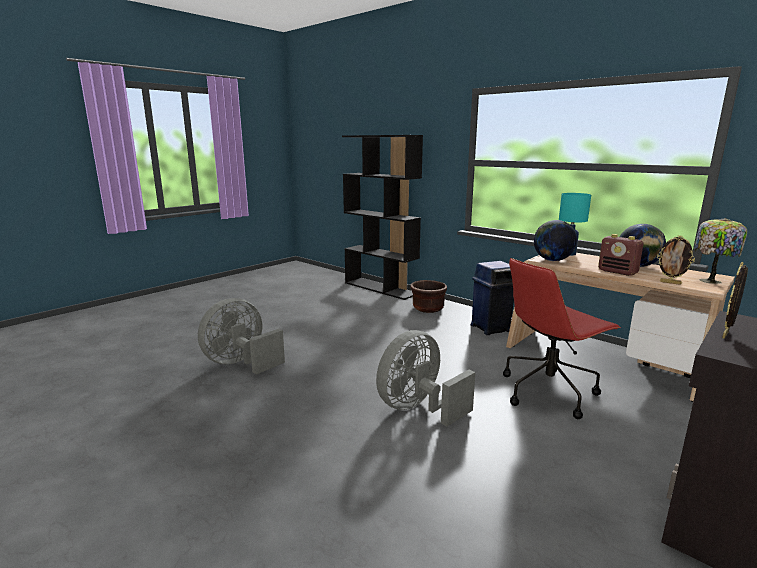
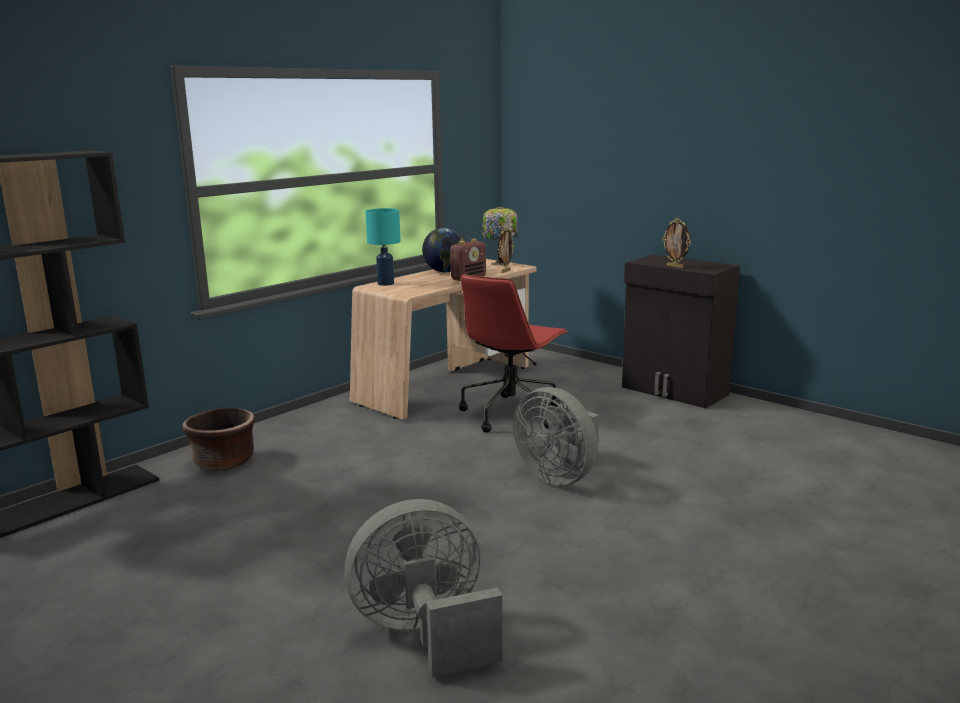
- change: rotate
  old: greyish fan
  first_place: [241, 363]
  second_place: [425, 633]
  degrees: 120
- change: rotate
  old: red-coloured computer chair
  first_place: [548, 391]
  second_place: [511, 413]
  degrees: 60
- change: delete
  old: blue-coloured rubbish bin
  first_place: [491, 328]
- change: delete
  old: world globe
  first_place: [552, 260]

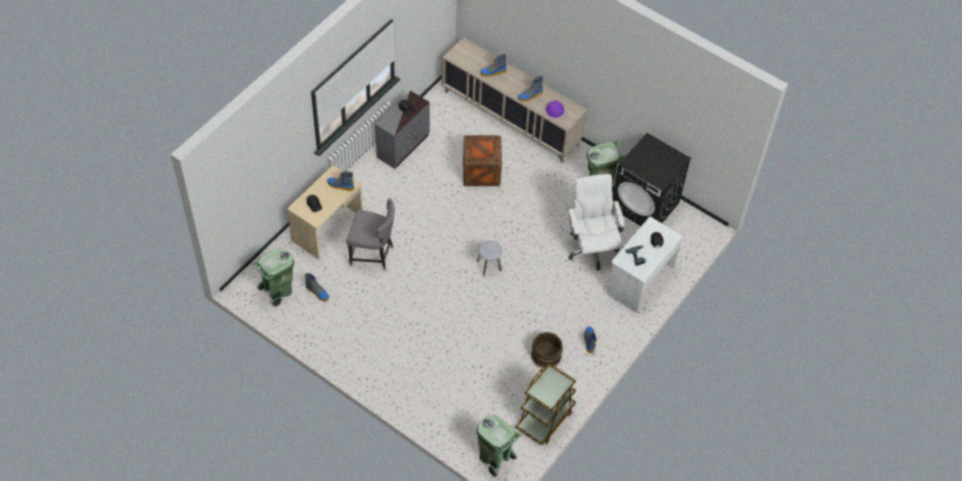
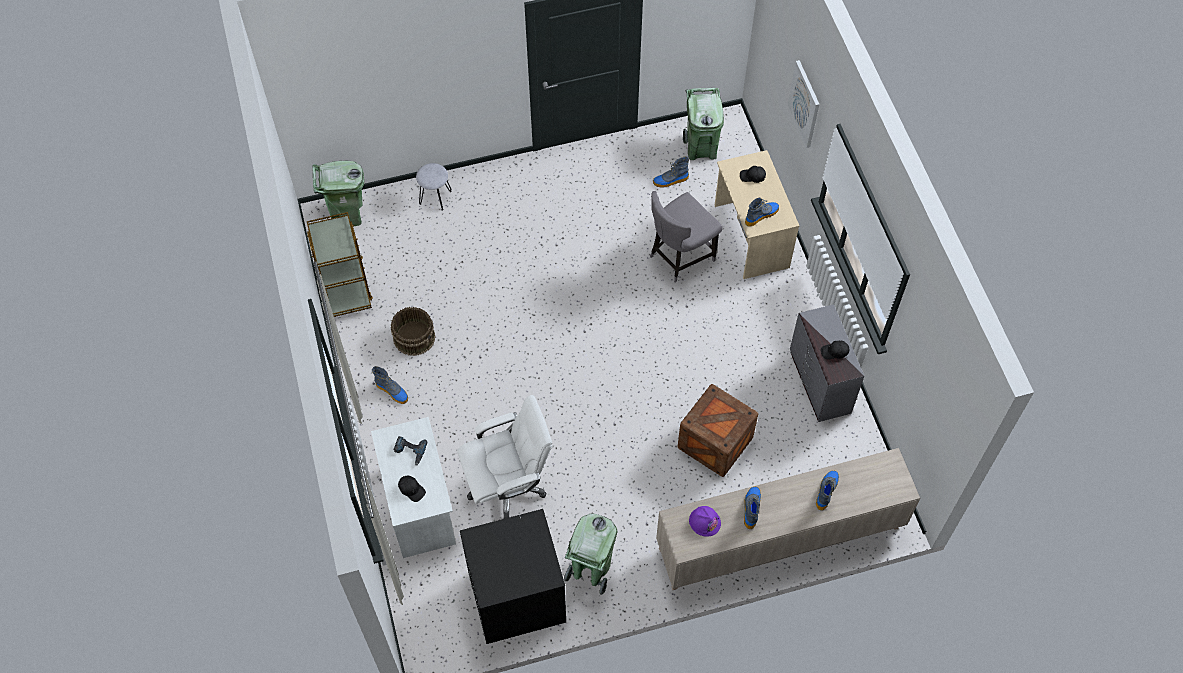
- change: move
  old: greyish stool
  first_place: [489, 265]
  second_place: [435, 197]
- change: rotate
  old: whitish computer chair
  first_place: [591, 247]
  second_place: [507, 485]
  degrees: -45
- change: insert
  new: wall art
  second_place: [805, 104]

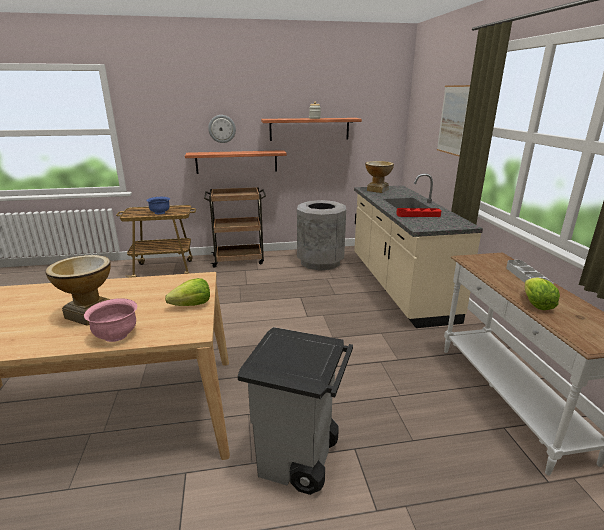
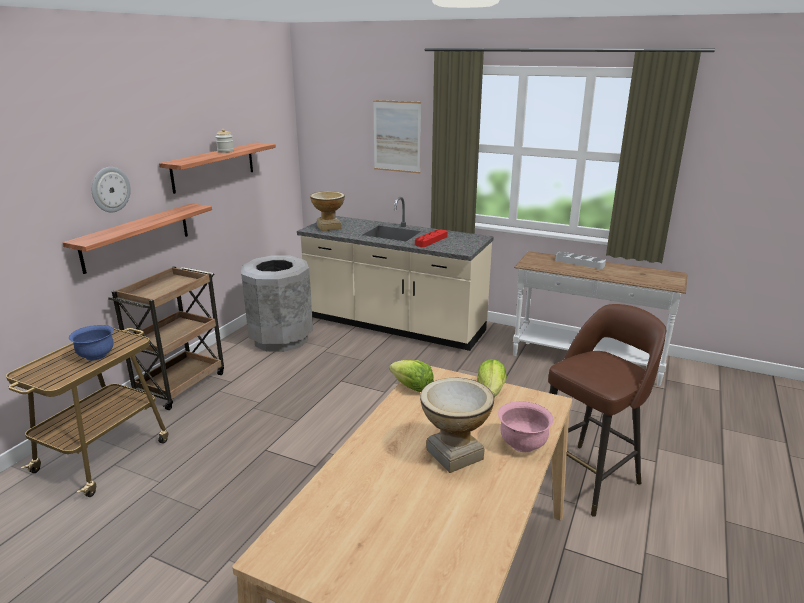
- change: move
  old: lettuce head
  first_place: [536, 304]
  second_place: [411, 387]
- change: replace
  old: greyish rubbish bin
  new: brown stool
  first_place: [298, 460]
  second_place: [588, 477]

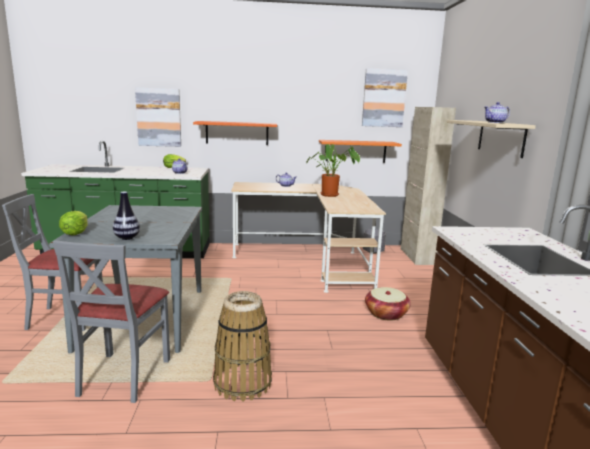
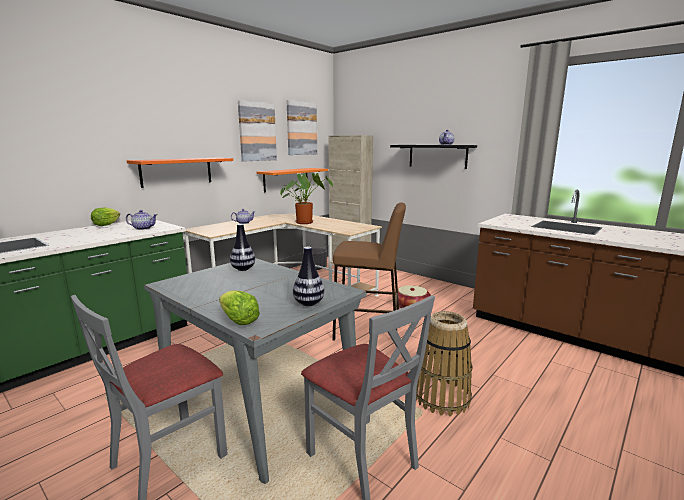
- change: insert
  new: vase
  second_place: [243, 269]
- change: move
  old: wall art
  first_place: [159, 117]
  second_place: [257, 132]
- change: insert
  new: brown stool
  second_place: [368, 330]
- change: recolor
  old: beige-coloured wall shelf
  new: black-coloured wall shelf
  first_place: [501, 138]
  second_place: [437, 156]

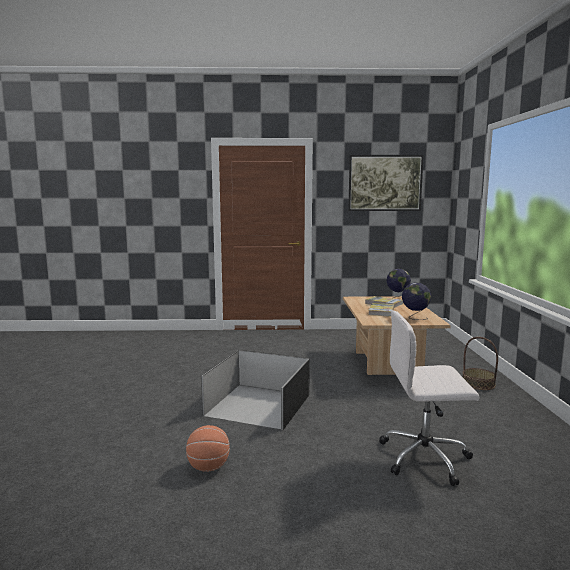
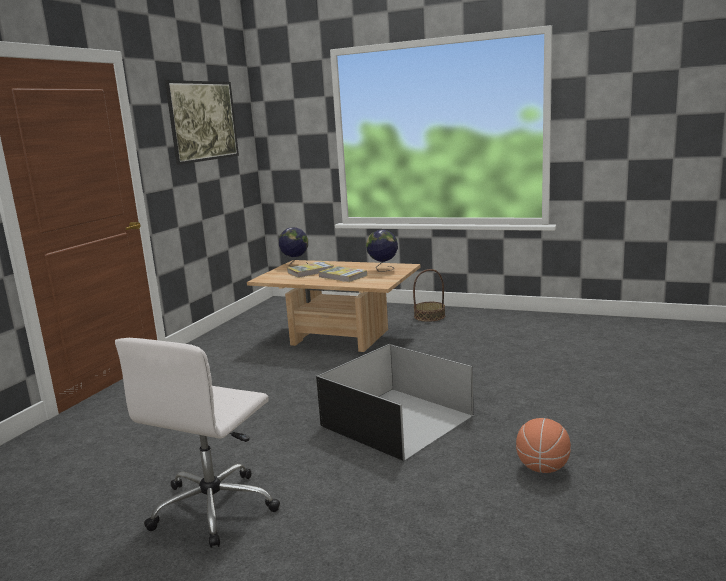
- change: move
  old: whitish computer chair
  first_place: [426, 458]
  second_place: [215, 507]

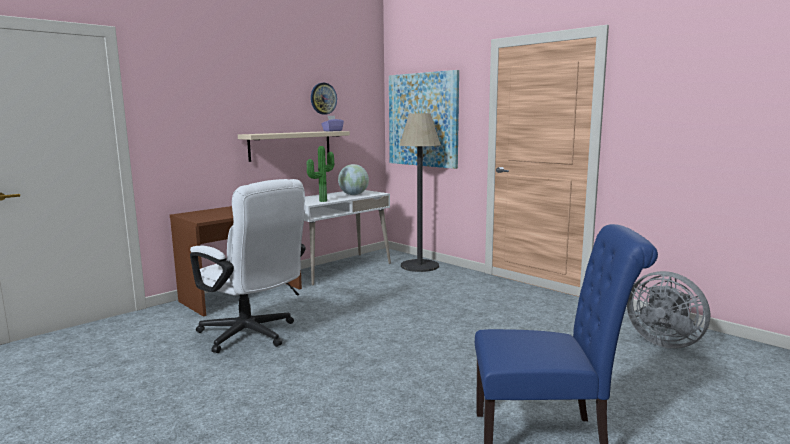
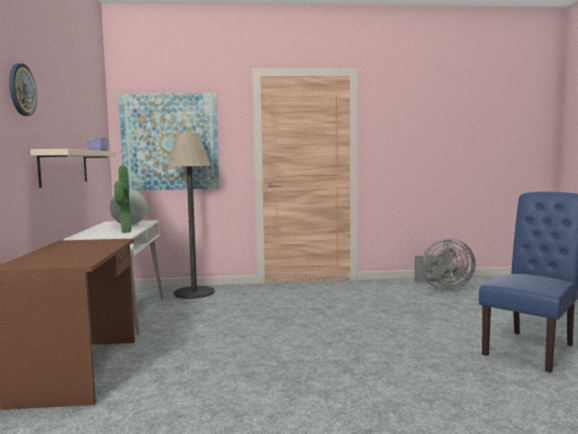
- change: move
  old: hanging clock
  first_place: [323, 98]
  second_place: [21, 90]
- change: delete
  old: whitish computer chair
  first_place: [253, 336]

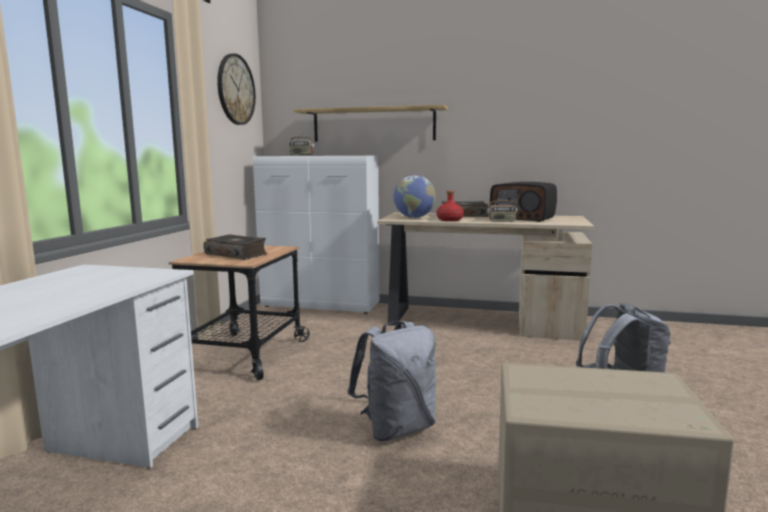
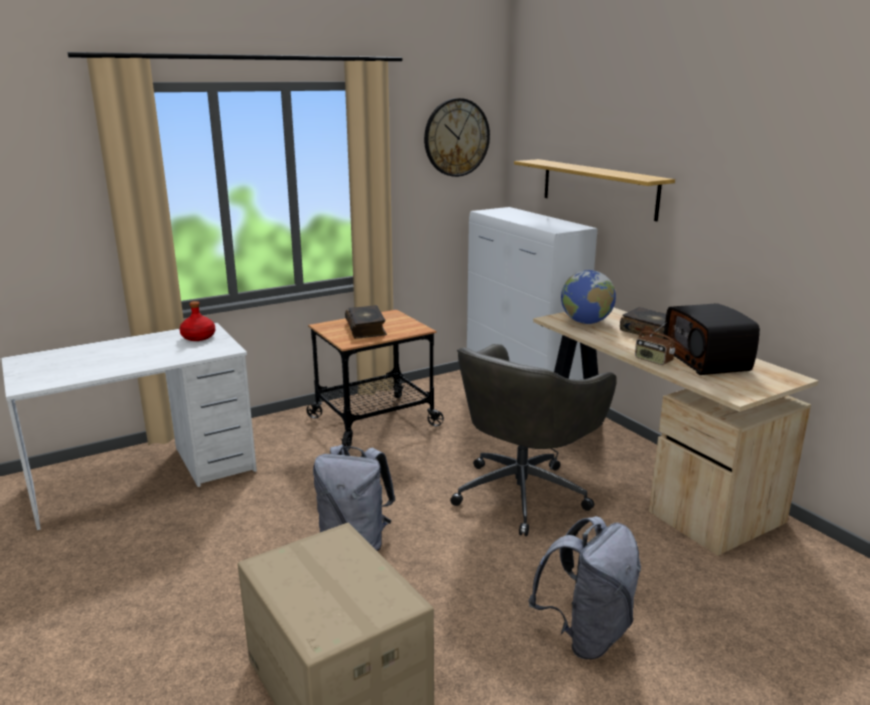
- change: move
  old: red-coloured drink bottle
  first_place: [450, 220]
  second_place: [198, 337]
- change: insert
  new: greyish computer chair
  second_place: [523, 493]
- change: delete
  old: radio set
  first_place: [301, 155]

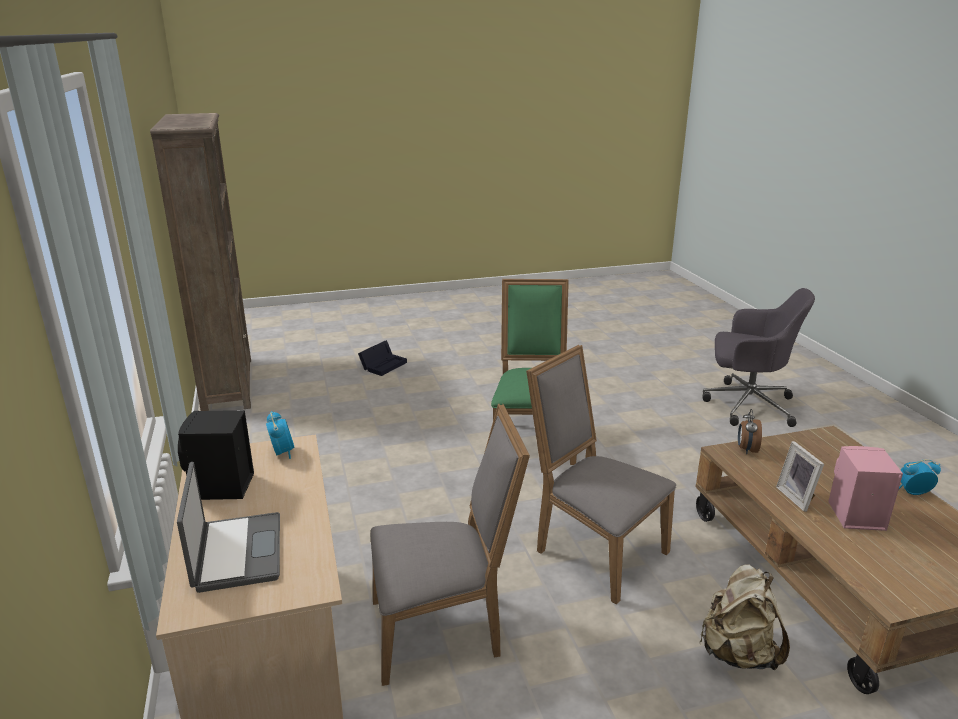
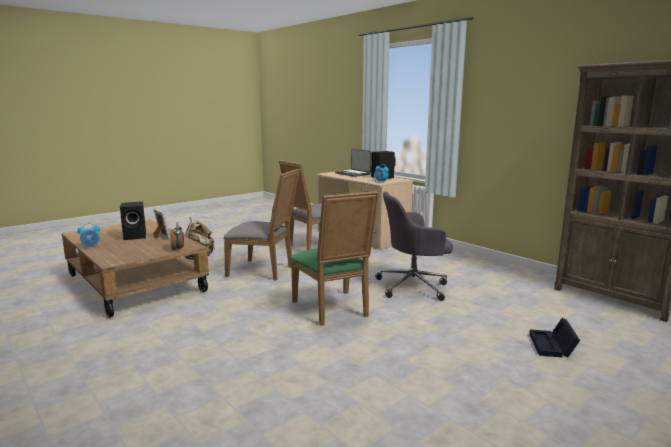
- change: recolor
  old: pink audio speaker
  new: black-coloured audio speaker
  first_place: [854, 515]
  second_place: [136, 236]
- change: move
  old: greyish computer chair
  first_place: [746, 405]
  second_place: [414, 286]

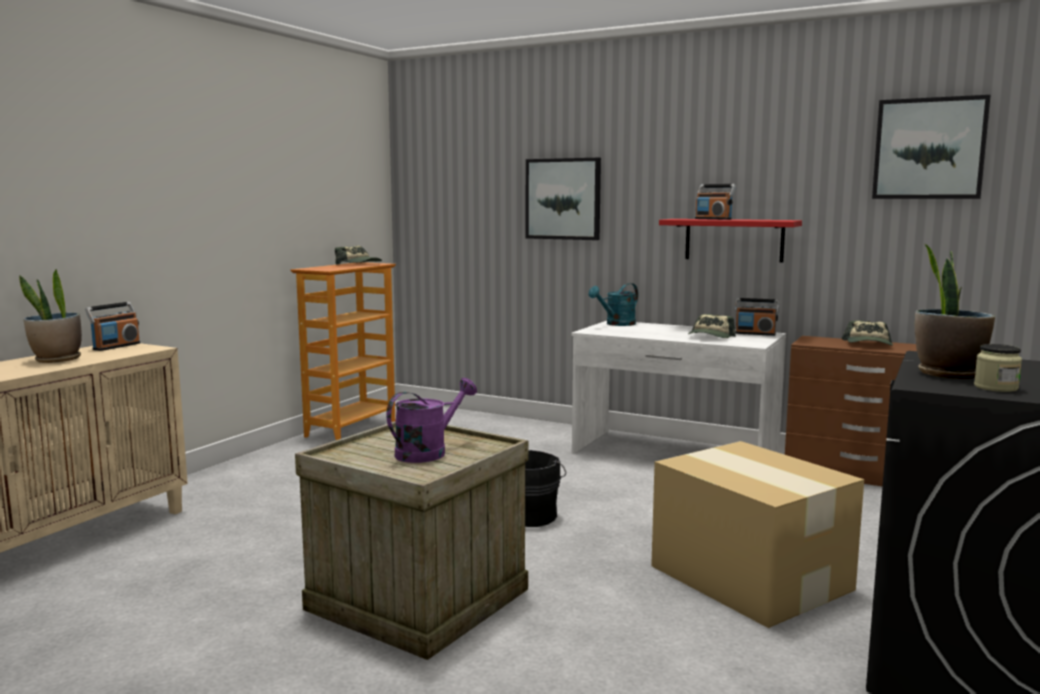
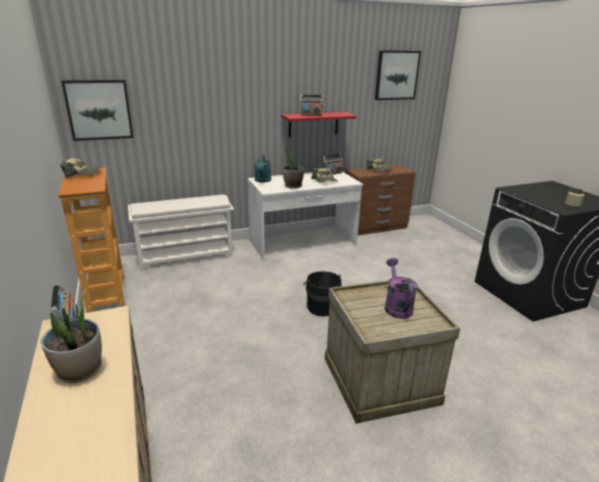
- change: move
  old: wall art
  first_place: [563, 199]
  second_place: [99, 110]
- change: insert
  new: whitish shoe rack
  second_place: [186, 255]
- change: move
  old: plant in a pot
  first_place: [947, 374]
  second_place: [292, 186]
- change: delete
  old: packing box
  first_place: [751, 579]

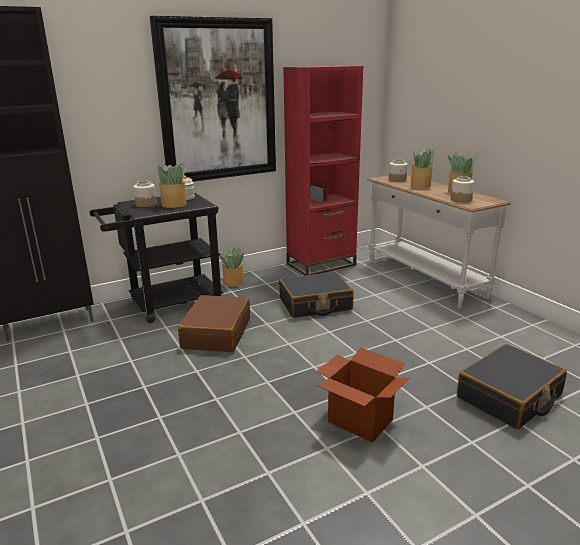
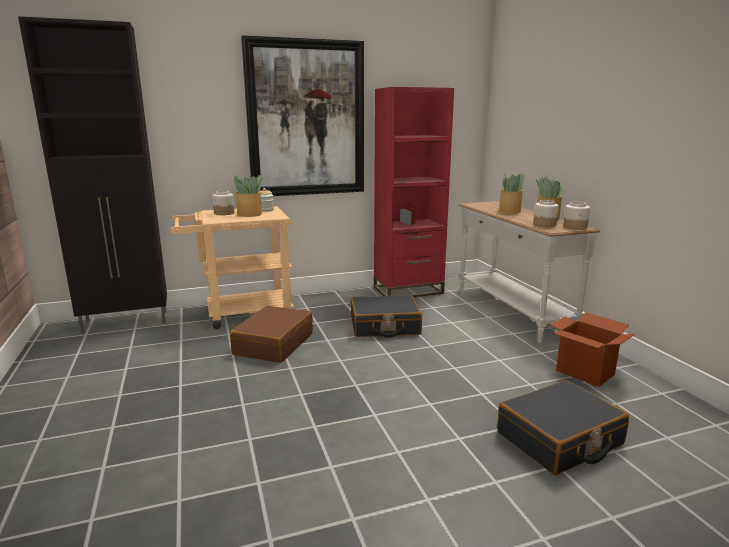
- change: recolor
  old: black-coloured wheeled cart
  new: beige-coloured wheeled cart
  first_place: [167, 304]
  second_place: [240, 314]
- change: move
  old: packing box
  first_place: [359, 421]
  second_place: [584, 372]
- change: move
  old: jar
  first_place: [397, 180]
  second_place: [575, 227]
- change: delete
  old: plant in a pot
  first_place: [233, 282]

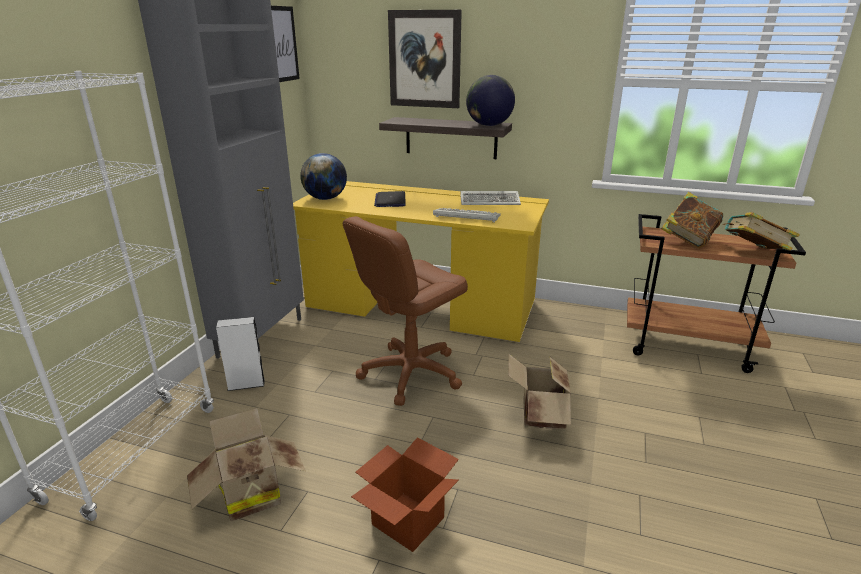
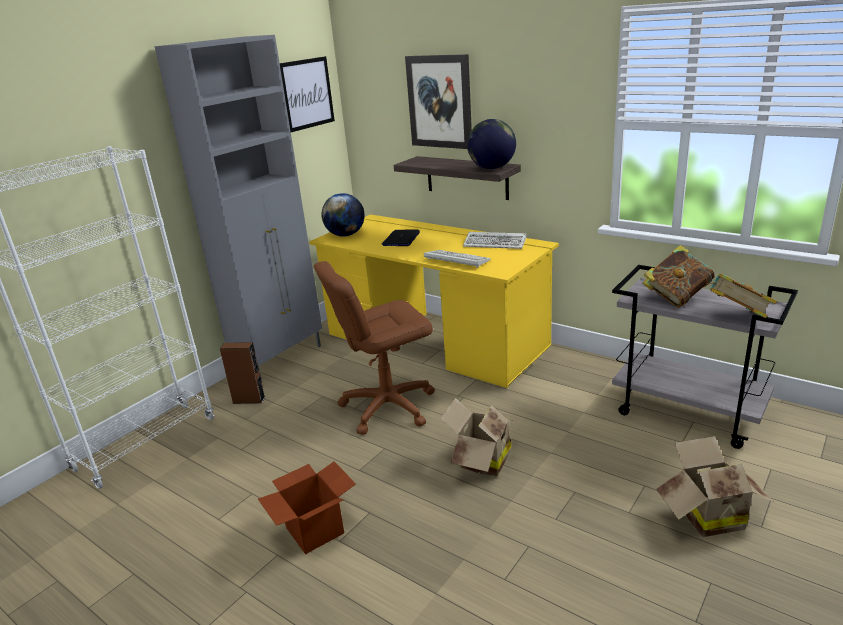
- change: recolor
  old: whitish audio speaker
  new: brown audio speaker
  first_place: [246, 384]
  second_place: [249, 400]
- change: recolor
  old: brown wheeled cart
  new: greyish wheeled cart
  first_place: [688, 346]
  second_place: [689, 412]
- change: move
  old: packing box
  first_place: [249, 494]
  second_place: [706, 515]

